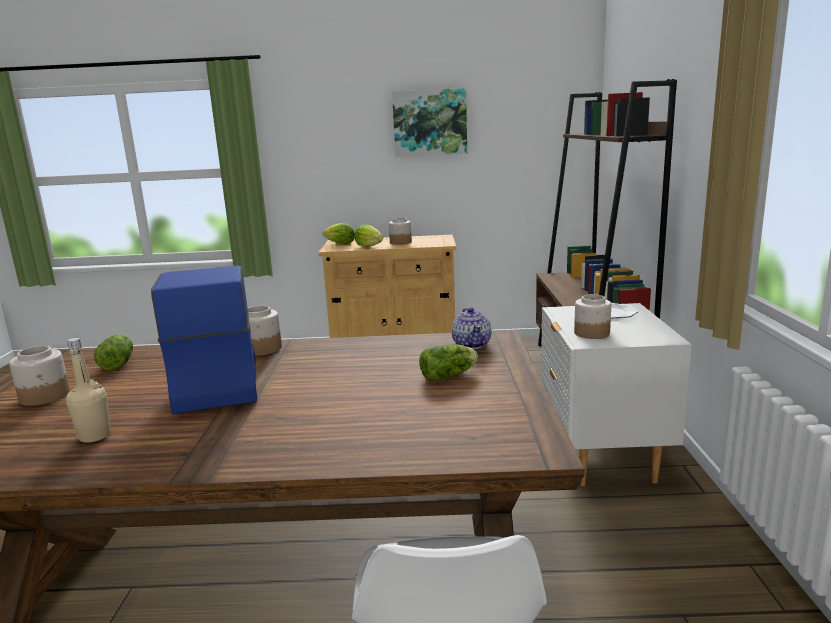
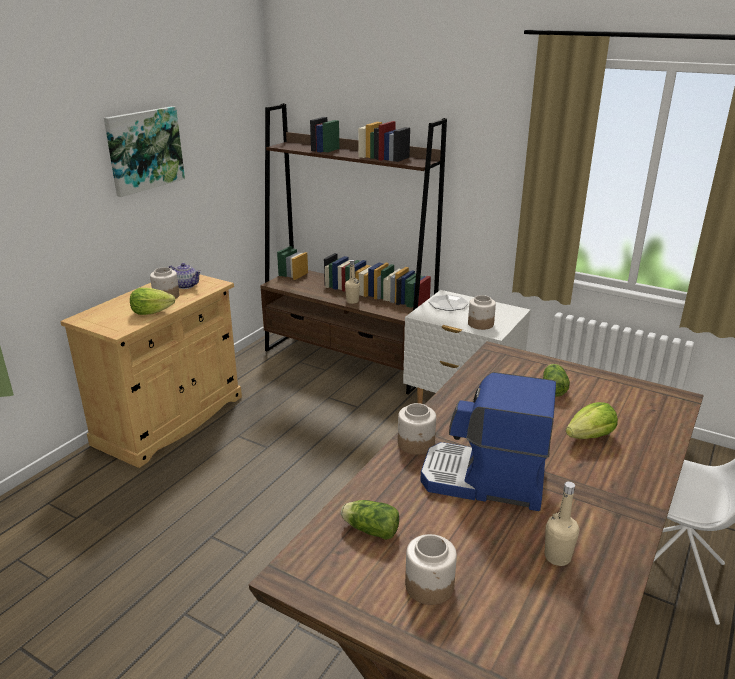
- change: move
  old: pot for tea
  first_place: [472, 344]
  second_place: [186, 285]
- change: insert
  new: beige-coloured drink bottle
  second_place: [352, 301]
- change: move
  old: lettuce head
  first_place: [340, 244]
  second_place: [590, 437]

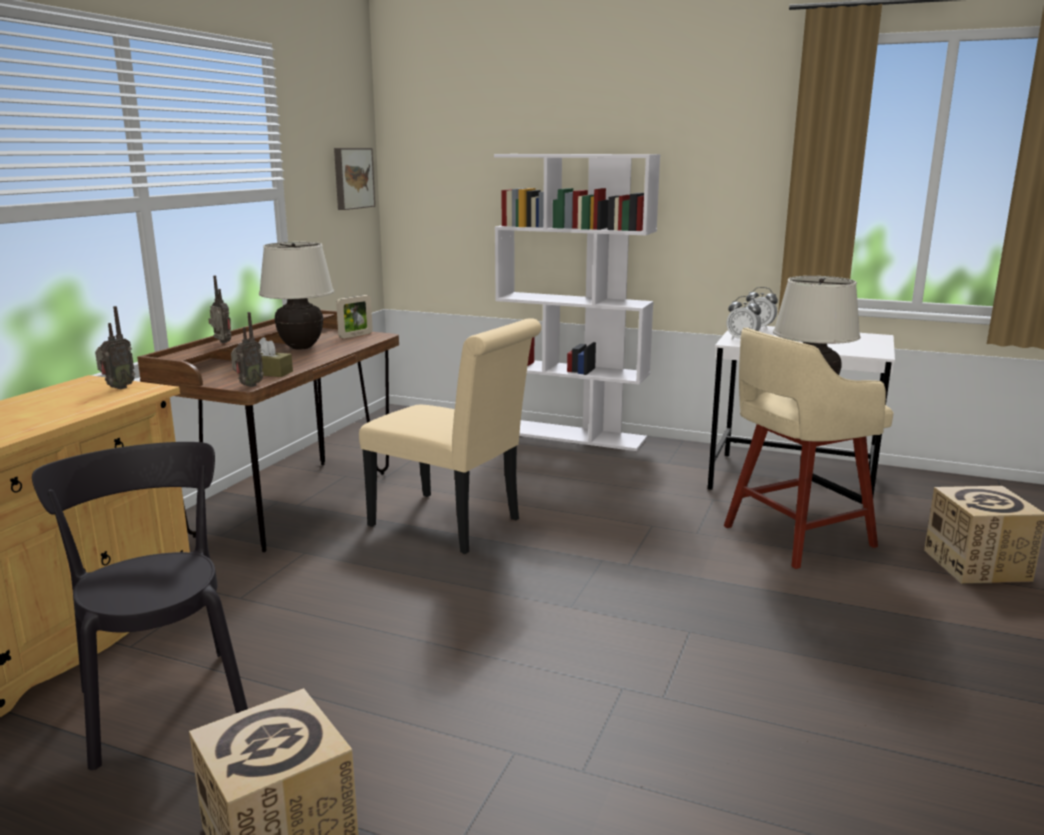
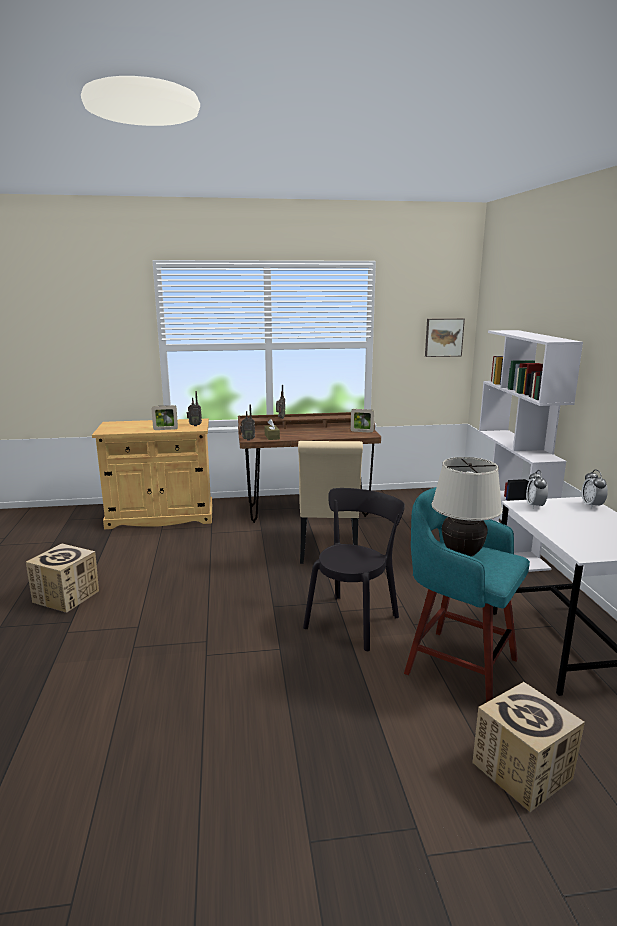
- change: insert
  new: picture frame
  second_place: [165, 429]
- change: move
  old: black-coloured chair
  first_place: [164, 700]
  second_place: [354, 620]
- change: recolor
  old: beige-coloured stool
  new: blue-green stool
  first_place: [794, 537]
  second_place: [457, 664]
- change: delete
  old: beige-coloured tabletop lamp
  first_place: [301, 347]

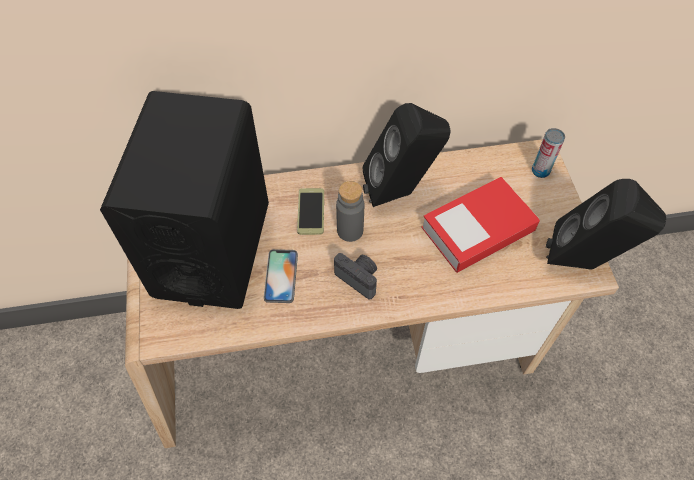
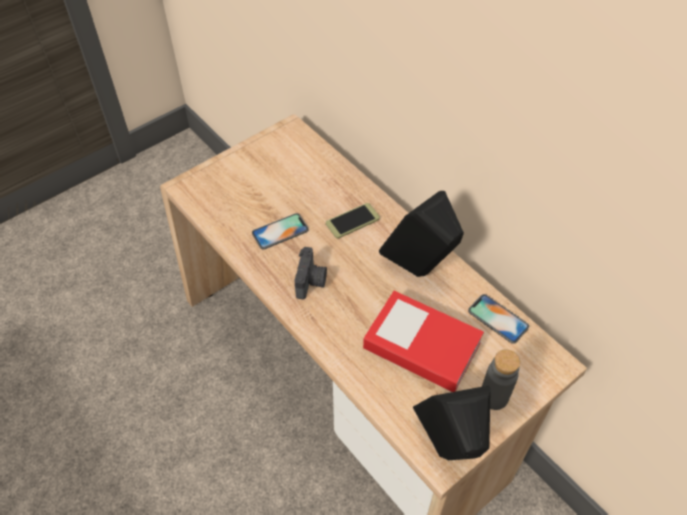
- change: insert
  new: telephone
  second_place: [498, 319]
- change: move
  old: greyish drink bottle
  first_place: [350, 230]
  second_place: [494, 396]
- change: delete
  old: black-coloured audio speaker
  first_place: [212, 249]
- change: delete
  old: sealed can
  first_place: [540, 171]

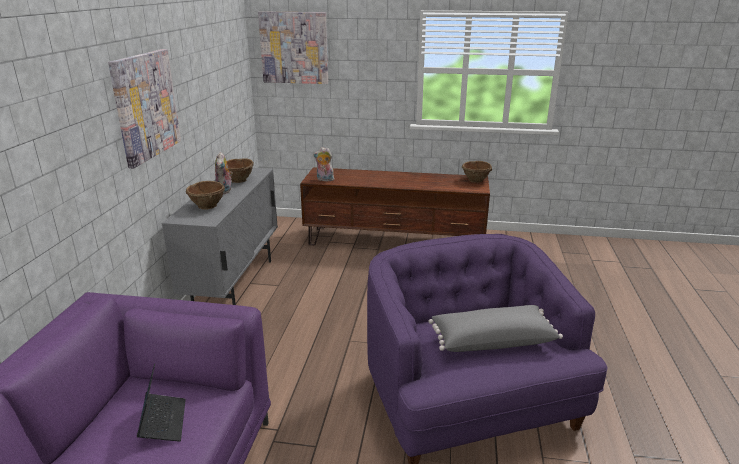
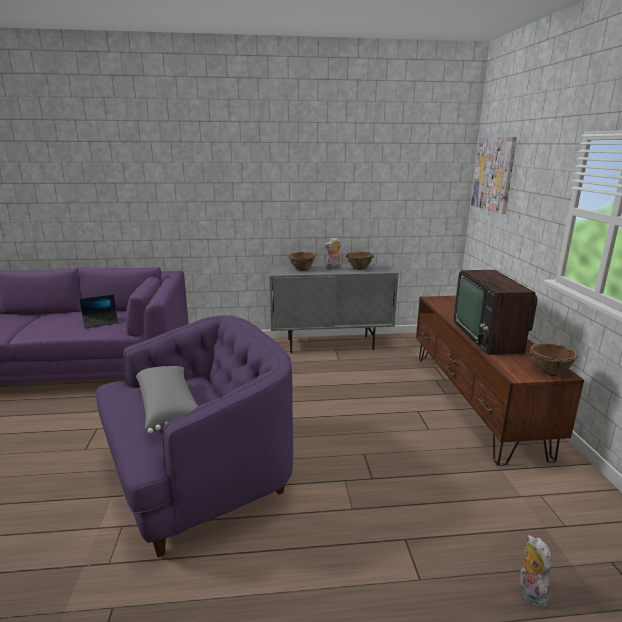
- change: insert
  new: television
  second_place: [491, 336]
- change: move
  old: soft toy
  first_place: [324, 180]
  second_place: [529, 591]
- change: delete
  old: wall art
  first_place: [145, 106]

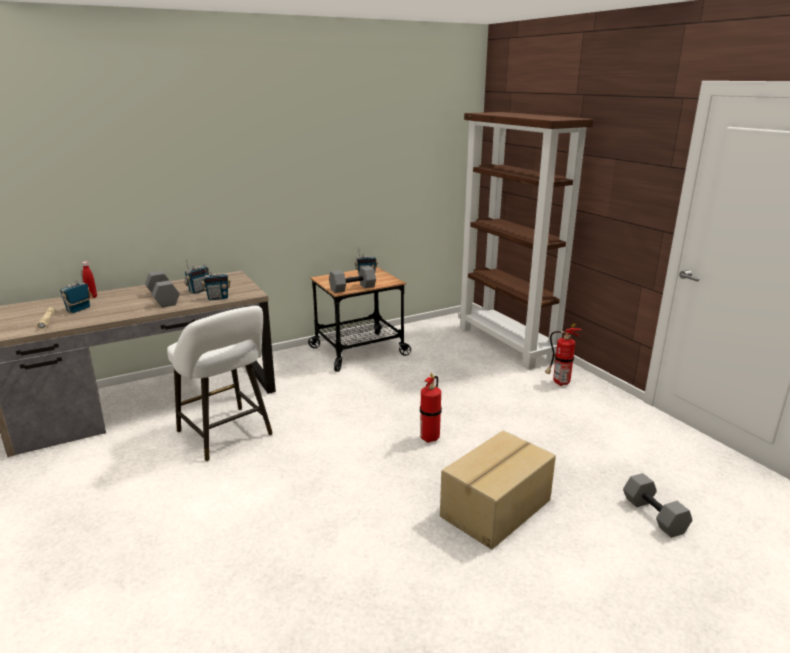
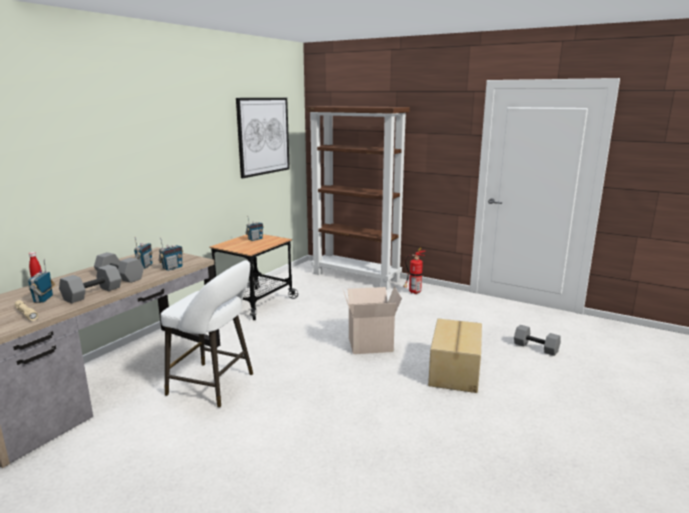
- change: move
  old: greyish hand weight
  first_place: [352, 288]
  second_place: [92, 293]
- change: insert
  new: wall art
  second_place: [263, 136]
- change: replace
  old: fire extinguisher
  new: packing box
  first_place: [430, 437]
  second_place: [371, 344]

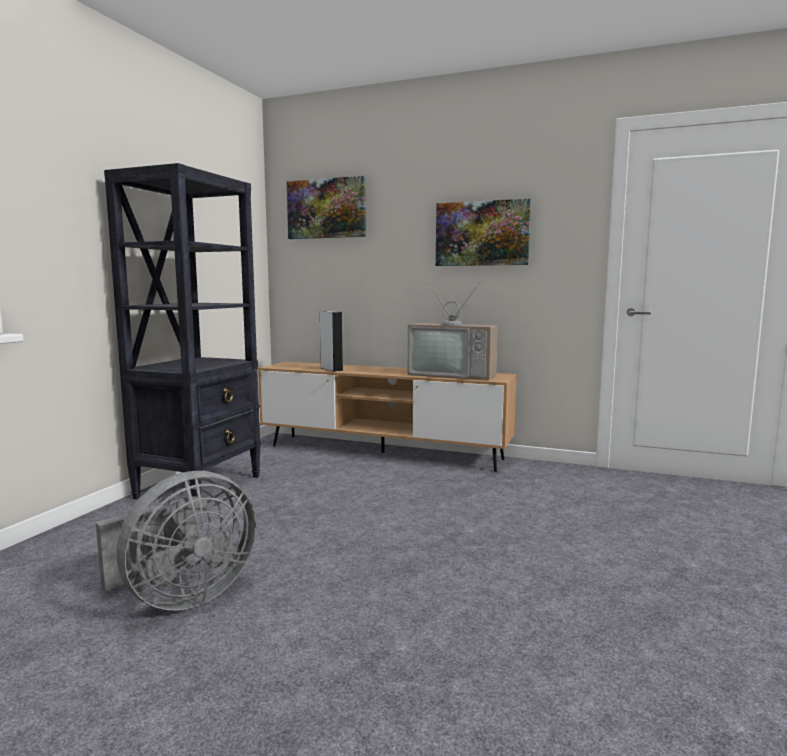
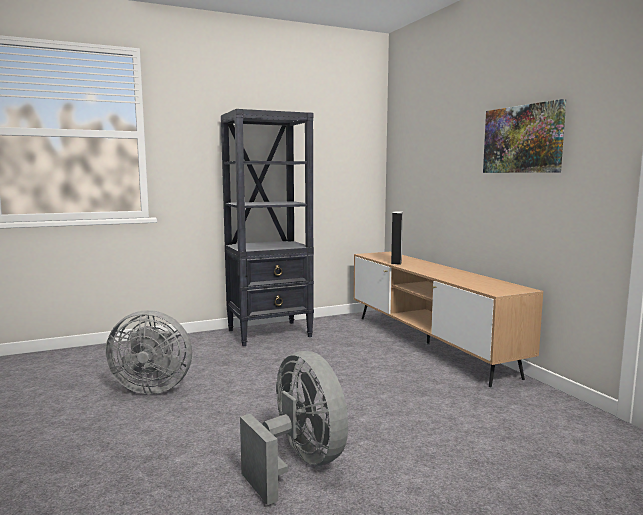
- change: insert
  new: greyish fan
  second_place: [299, 464]
- change: delete
  old: wall art
  first_place: [326, 209]
- change: delete
  old: television
  first_place: [454, 375]

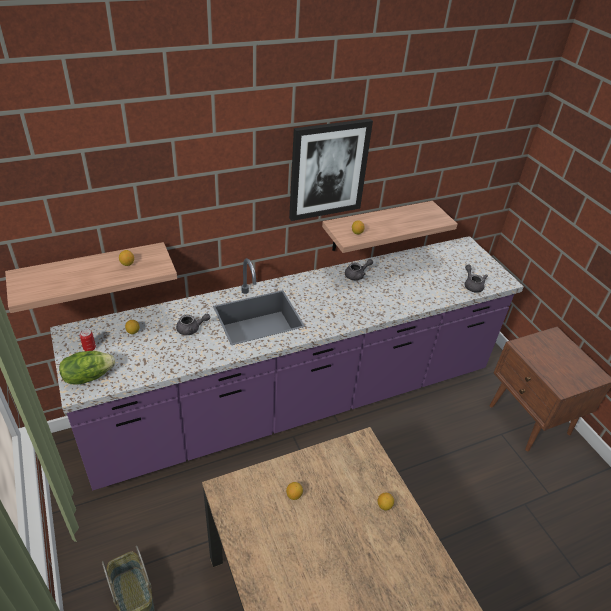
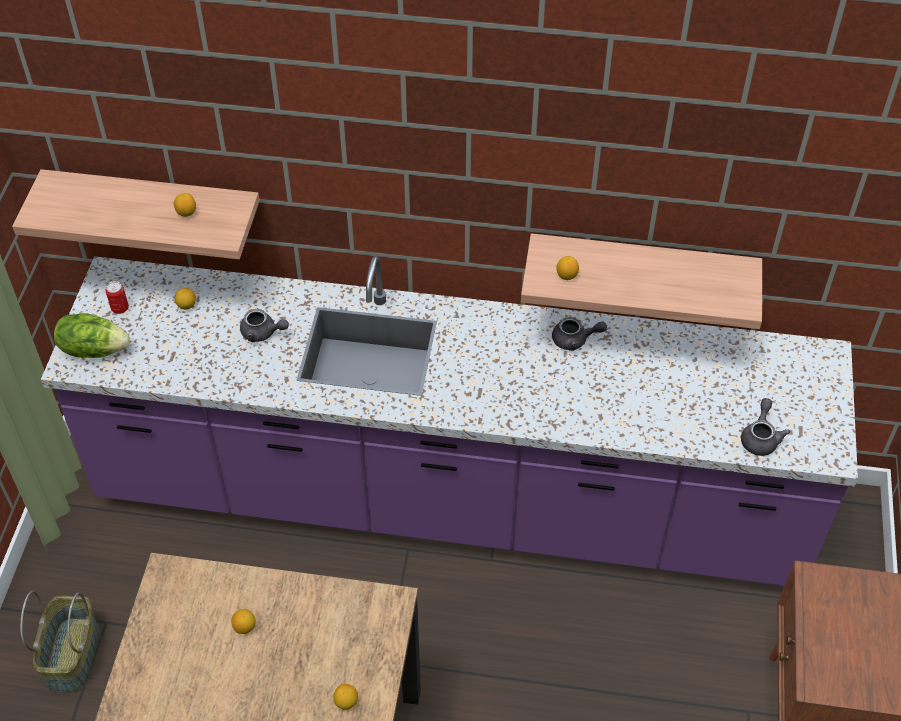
- change: delete
  old: wall art
  first_place: [328, 170]

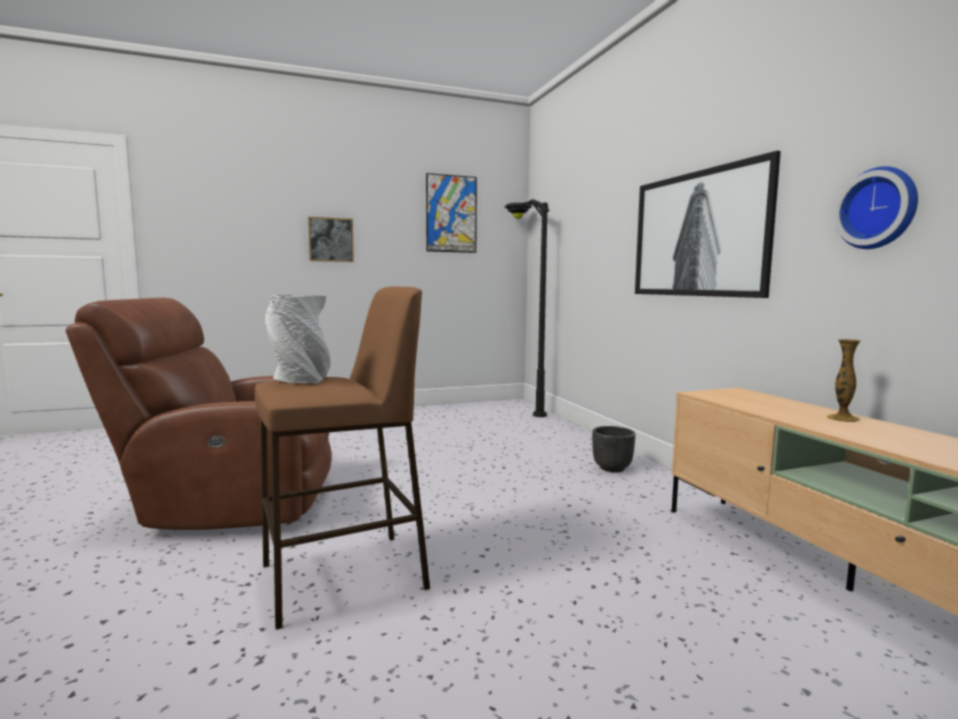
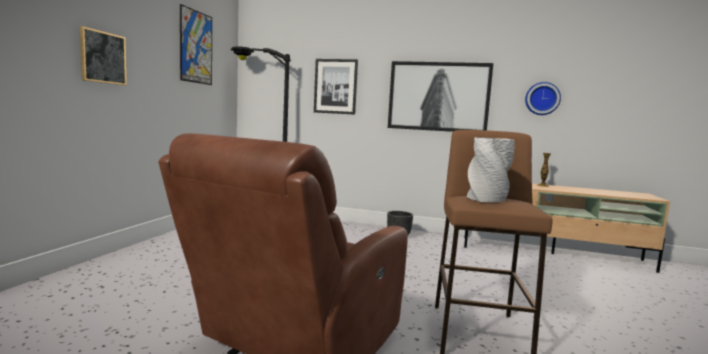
- change: insert
  new: wall art
  second_place: [335, 86]

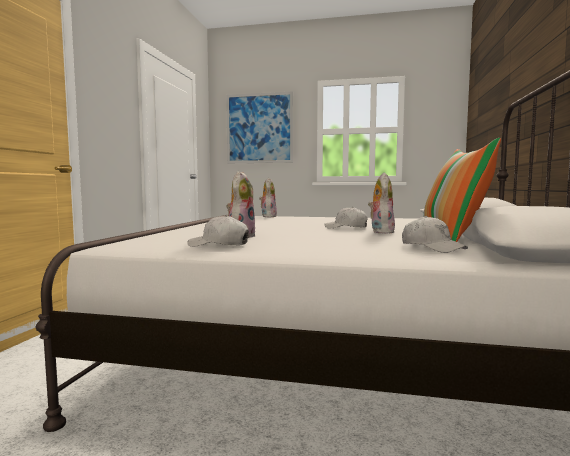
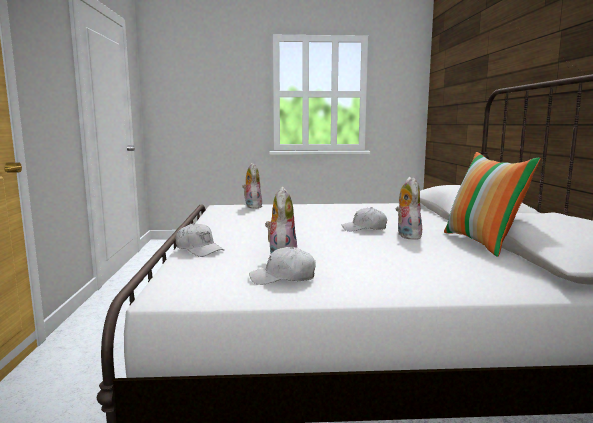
- change: move
  old: whitish cap
  first_place: [432, 247]
  second_place: [199, 249]
- change: delete
  old: wall art
  first_place: [259, 128]

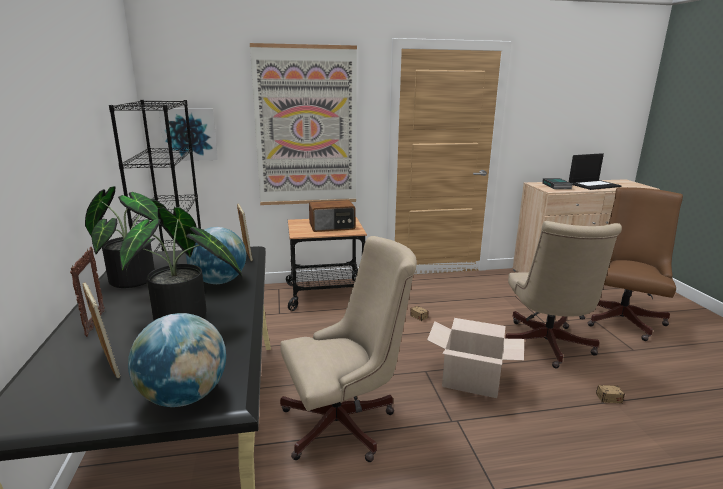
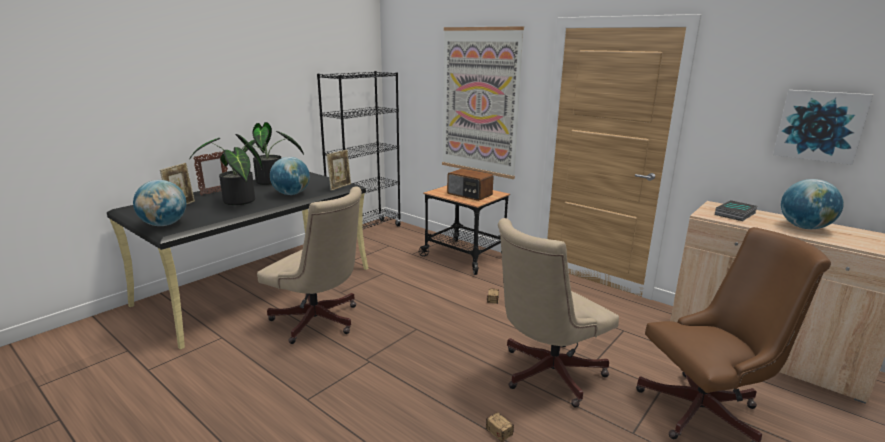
- change: move
  old: wall art
  first_place: [189, 134]
  second_place: [820, 126]
- change: replace
  old: notebook computer
  new: world globe
  first_place: [594, 185]
  second_place: [804, 227]
- change: delete
  old: packing box
  first_place: [471, 380]

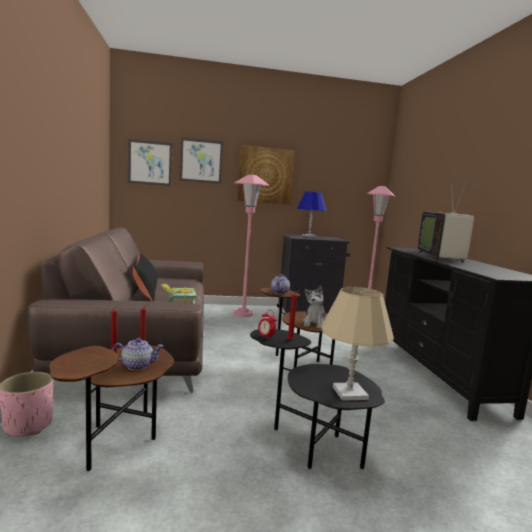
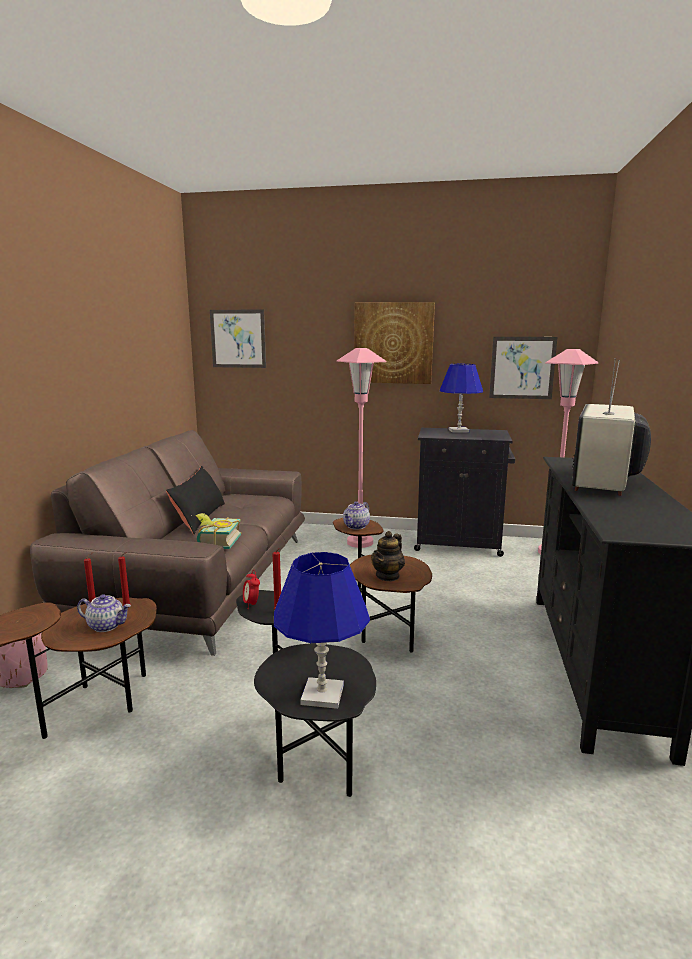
- change: recolor
  old: beige-coloured tabletop lamp
  new: blue-coloured tabletop lamp
  first_place: [349, 392]
  second_place: [322, 694]
- change: replace
  old: soft toy
  new: pot for tea
  first_place: [314, 323]
  second_place: [388, 576]
- change: move
  old: wall art
  first_place: [201, 161]
  second_place: [522, 368]

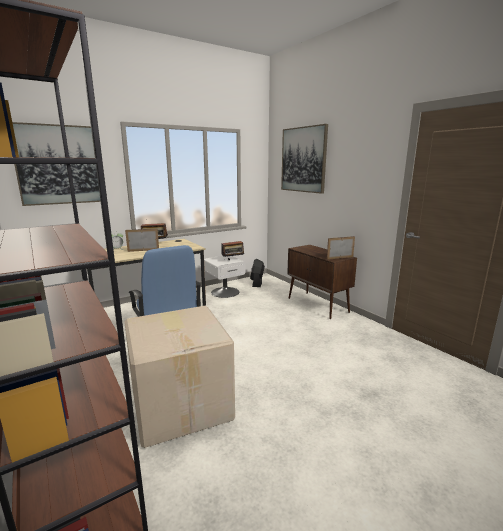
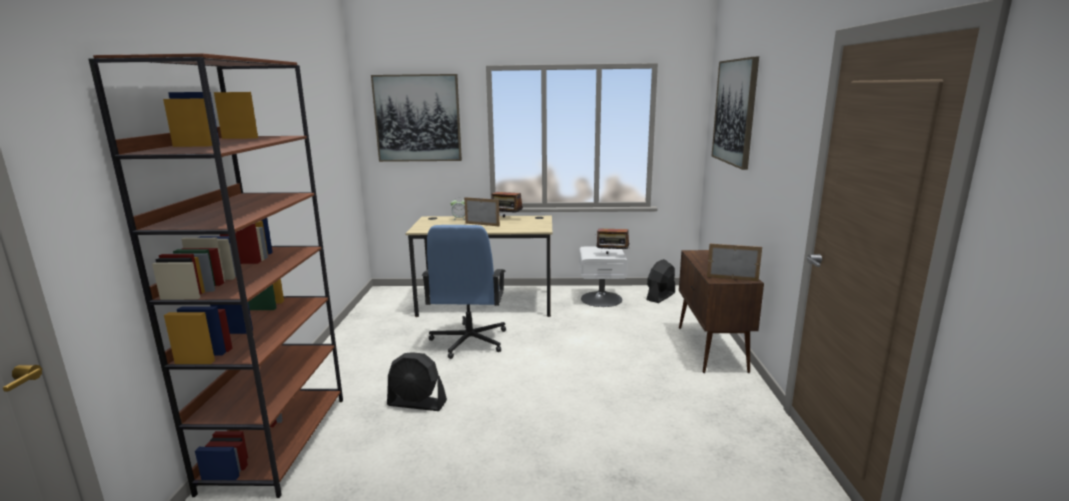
- change: replace
  old: packing box
  new: black-coloured fan
  first_place: [182, 404]
  second_place: [417, 403]

